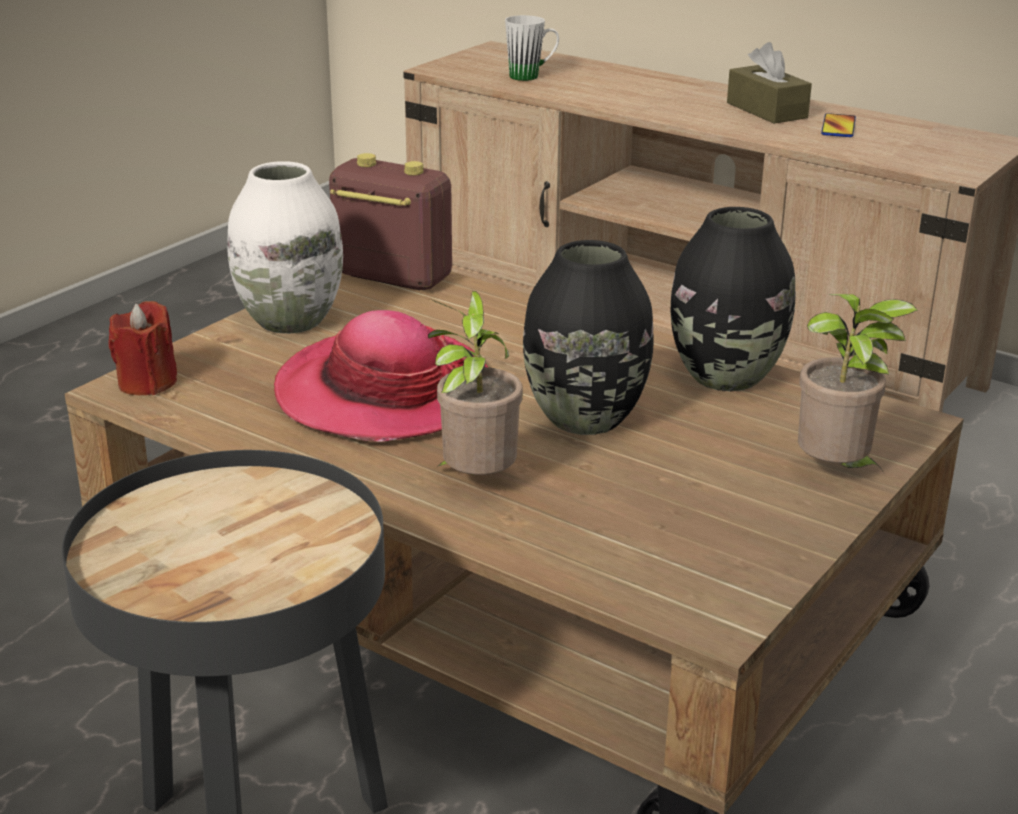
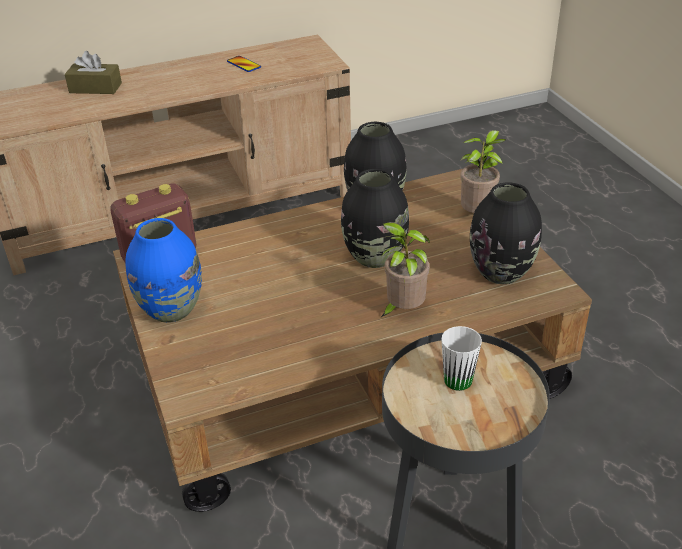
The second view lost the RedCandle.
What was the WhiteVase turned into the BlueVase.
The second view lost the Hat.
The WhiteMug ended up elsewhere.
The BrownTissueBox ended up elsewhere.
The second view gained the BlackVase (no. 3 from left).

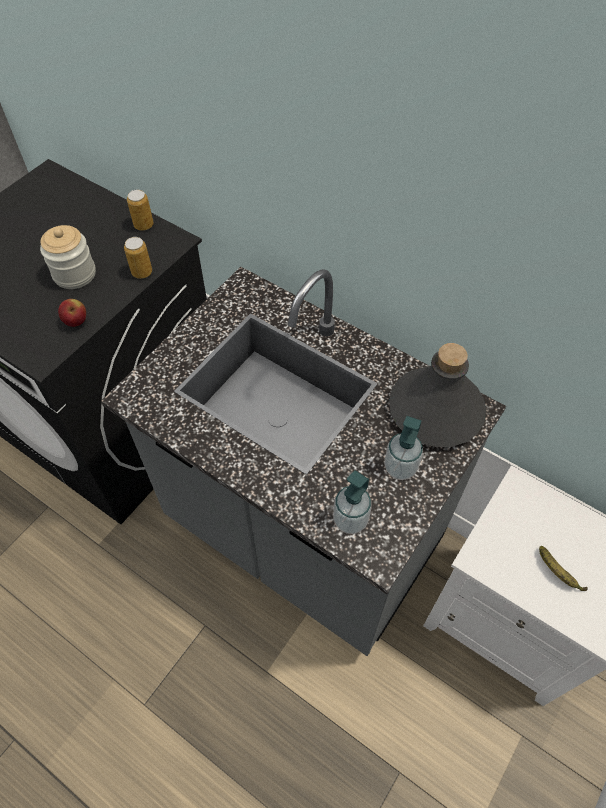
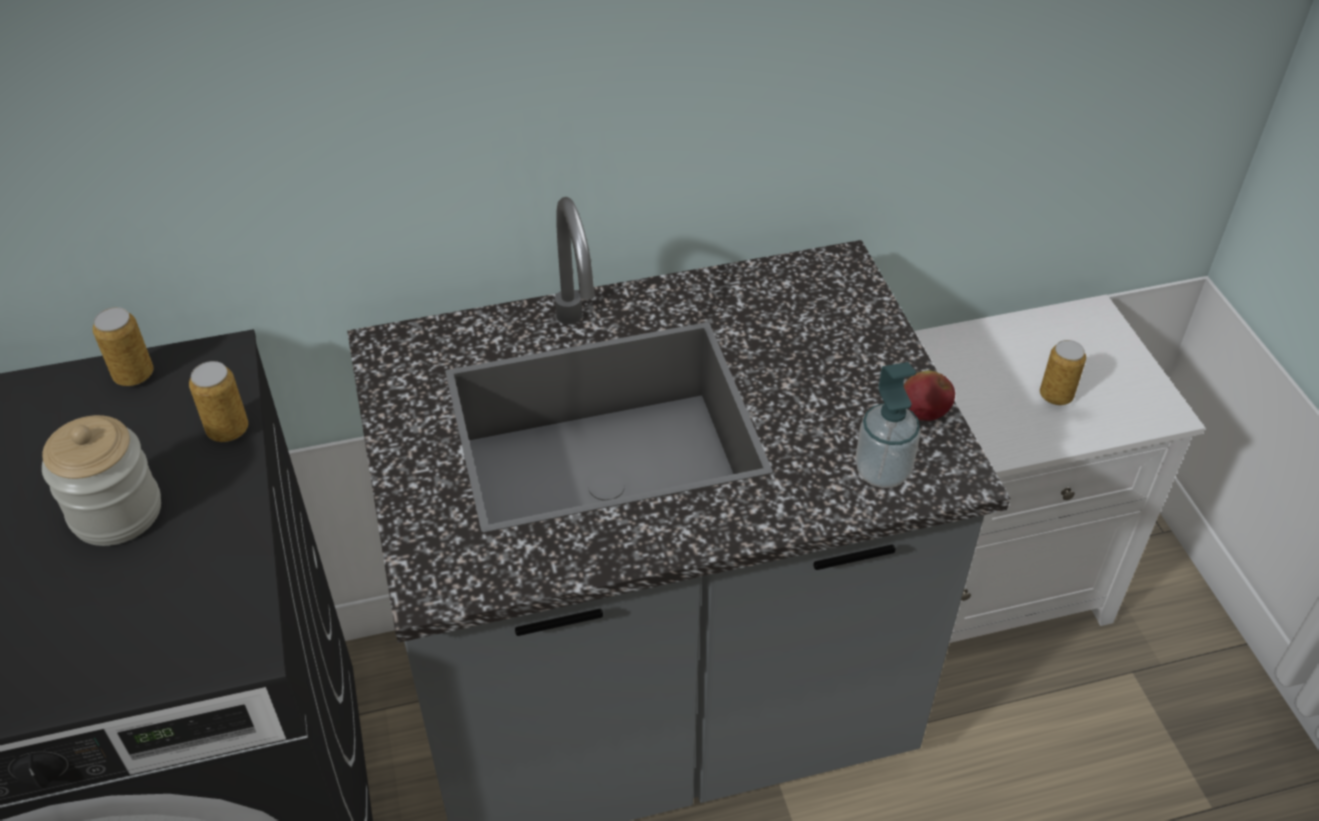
The Apple ended up elsewhere.
The second view lost the SoapDispenser (no. 2 from left).
The second view lost the GreyBottle.
Where the Banana stood, the Can (no. 3 from left) came to stand.

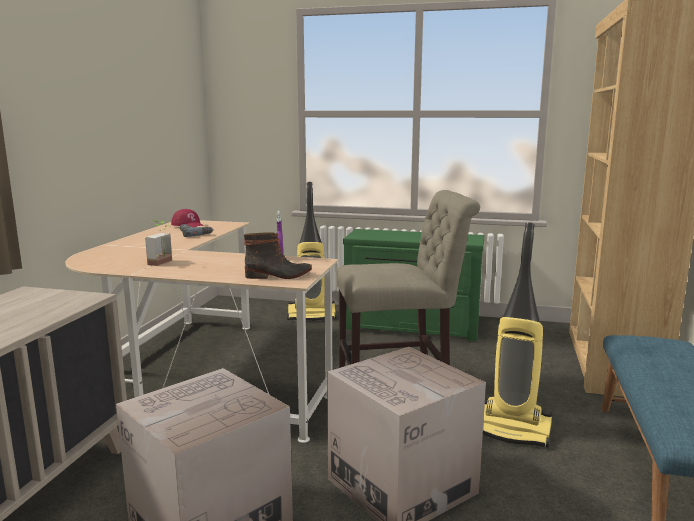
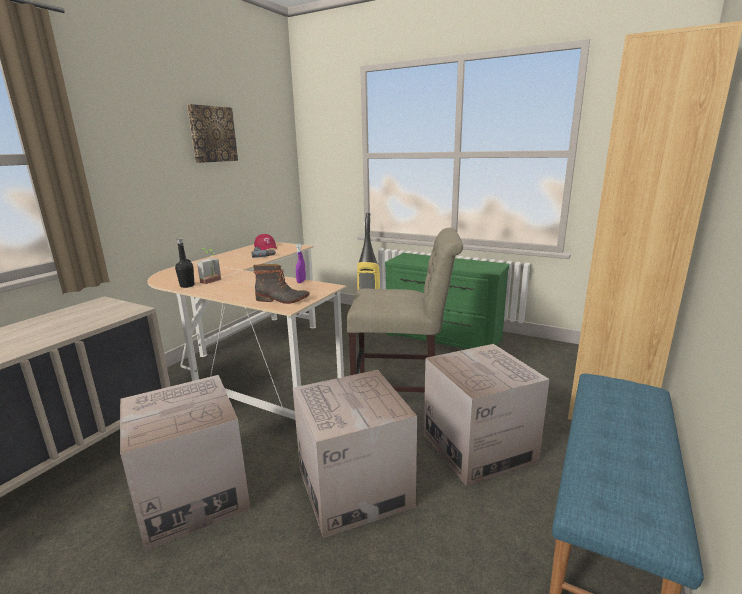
Where the VacuumCleaner (no. 2 from left) stood, the CardboardBox (no. 3 from left) came to stand.
The second view gained the BlackBottle.
The second view gained the Picture.

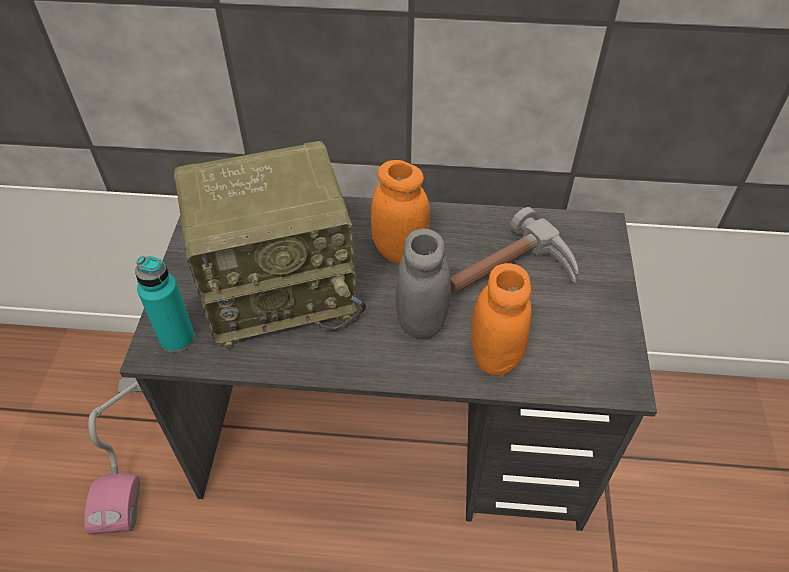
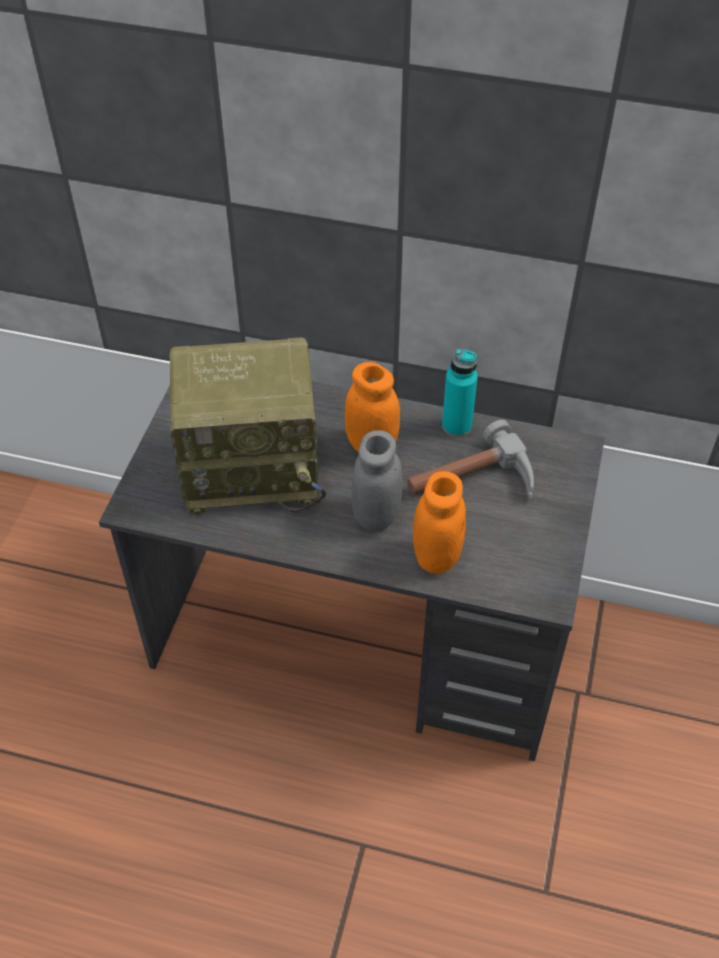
The second view lost the VacuumCleaner.
The TurquoiseBottle ended up elsewhere.

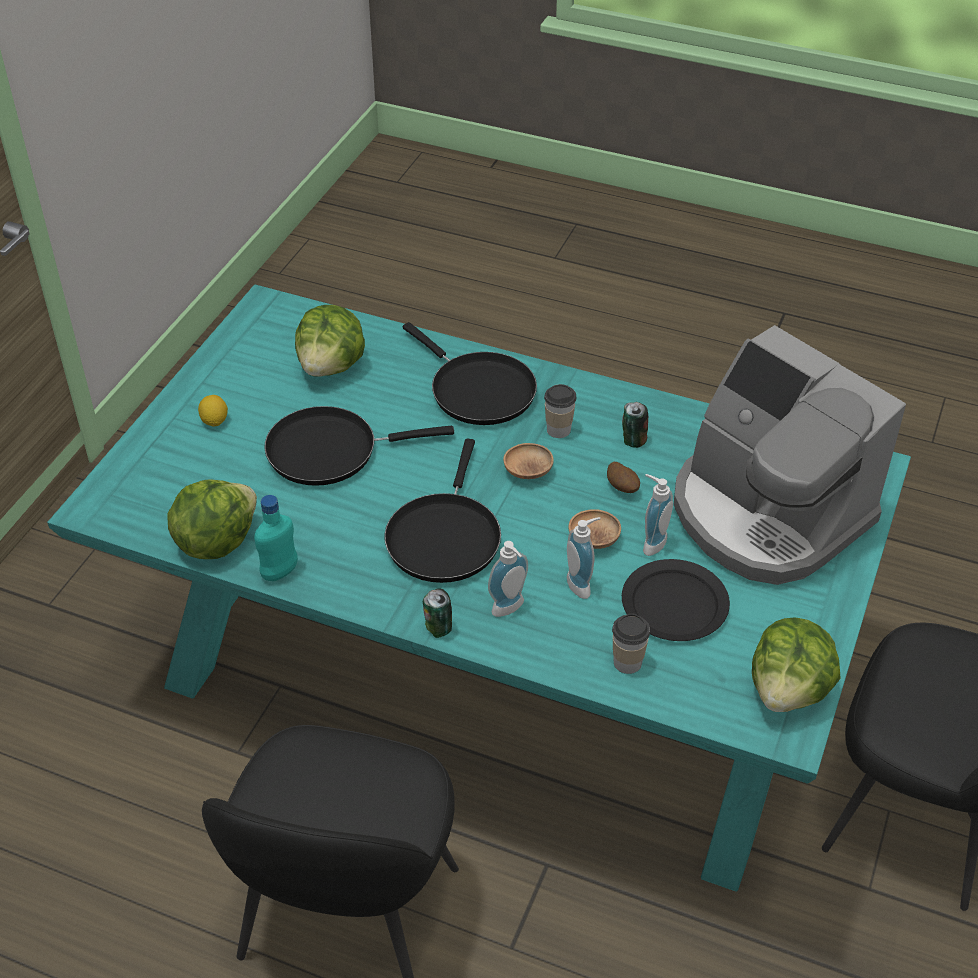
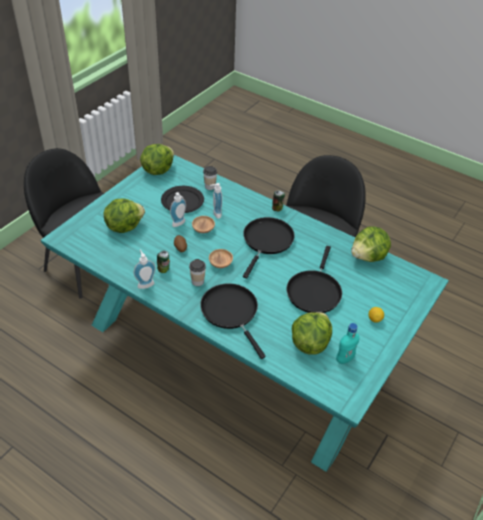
The TurquoiseBottle ended up elsewhere.
The BlackFryingPan (no. 1 from left in the first image) ended up facing another way, 105 degrees clockwise from before.
The SoapDispenser (no. 1 from left) ended up elsewhere.
Where the CoffeeMachine stood, the Lettuce (no. 1 from left) came to stand.

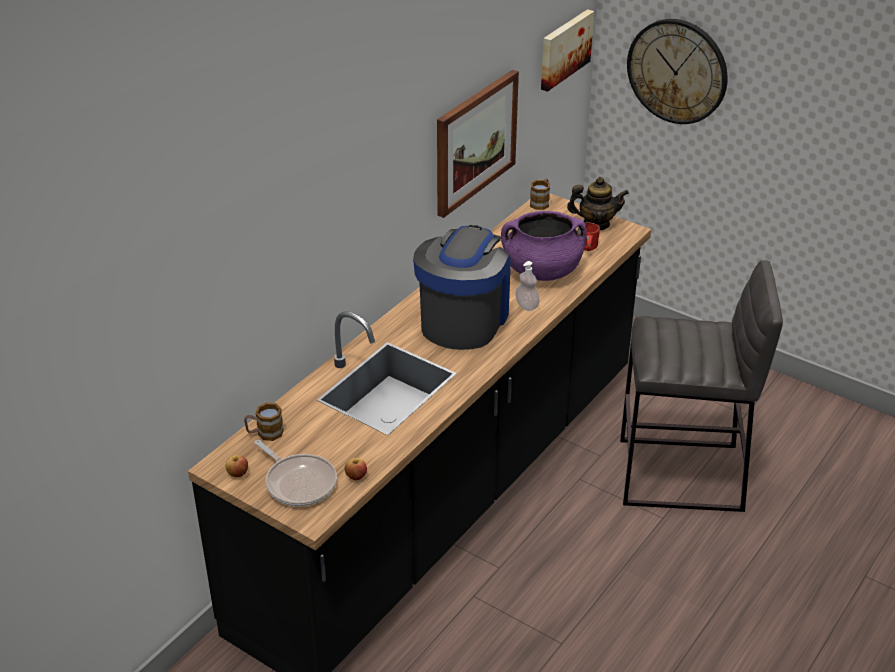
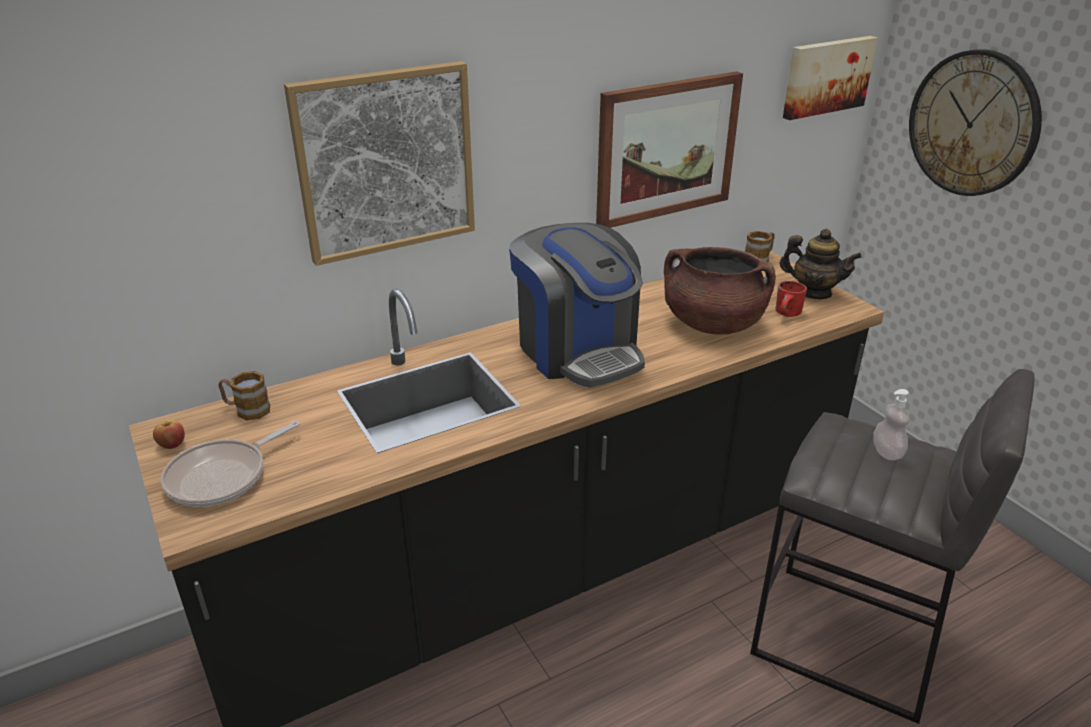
The FryingPan ended up facing another way, 60 degrees clockwise from before.
The second view lost the Apple (no. 2 from left).
The CoffeeMachine ended up facing another way, 105 degrees clockwise from before.
What was the PurpleCookingPot turned into the BrownCookingPot.
The SoapDispenser ended up elsewhere.
The second view gained the Picture (no. 1 from left).

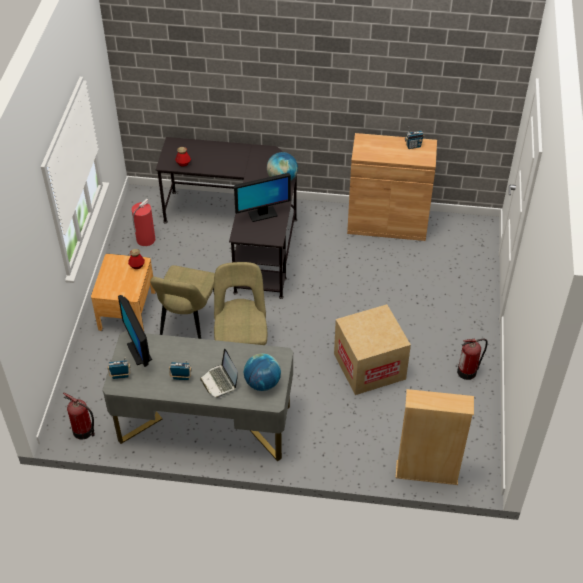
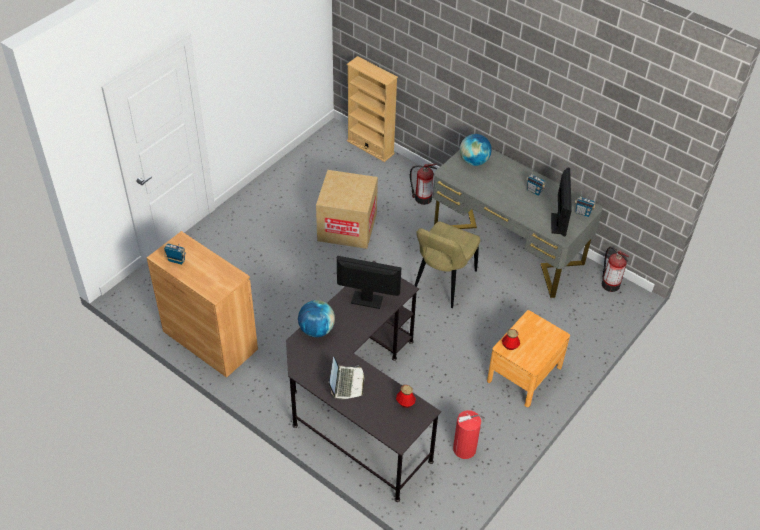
The second view lost the BeigeChair (no. 1 from left).
The Laptop ended up elsewhere.
The FireExtinguisher (no. 3 from left in the first image) ended up elsewhere.

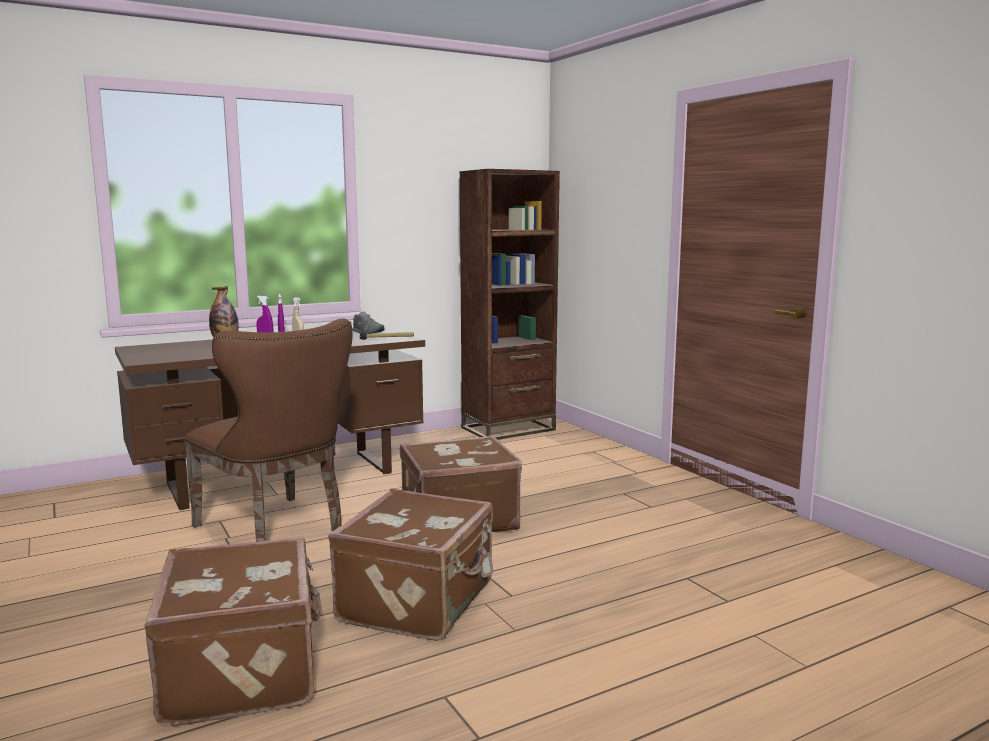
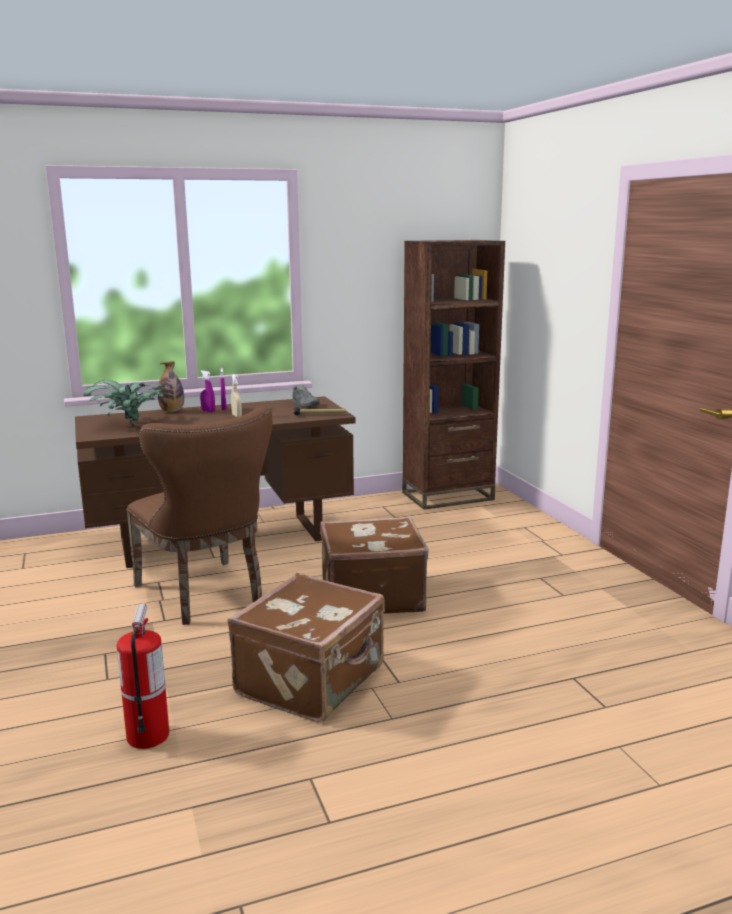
Where the BrownSuitcase (no. 1 from left) stood, the FireExtinguisher came to stand.
The second view gained the PottedPlant.

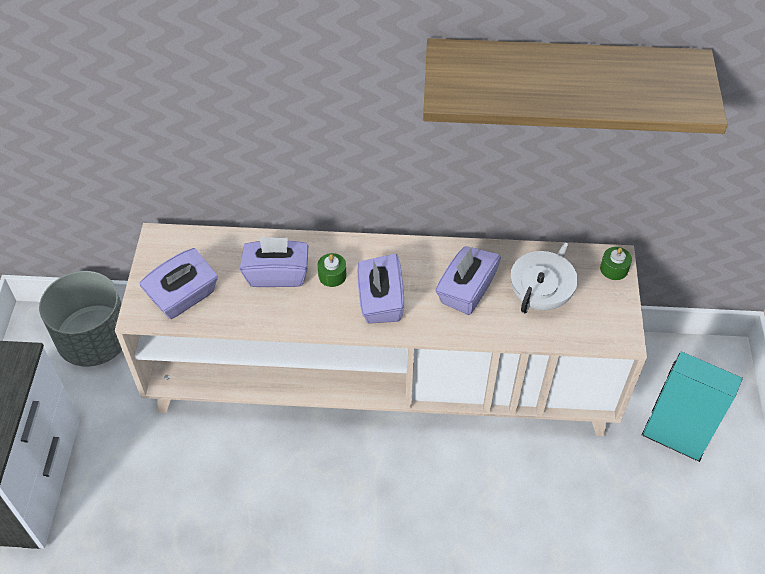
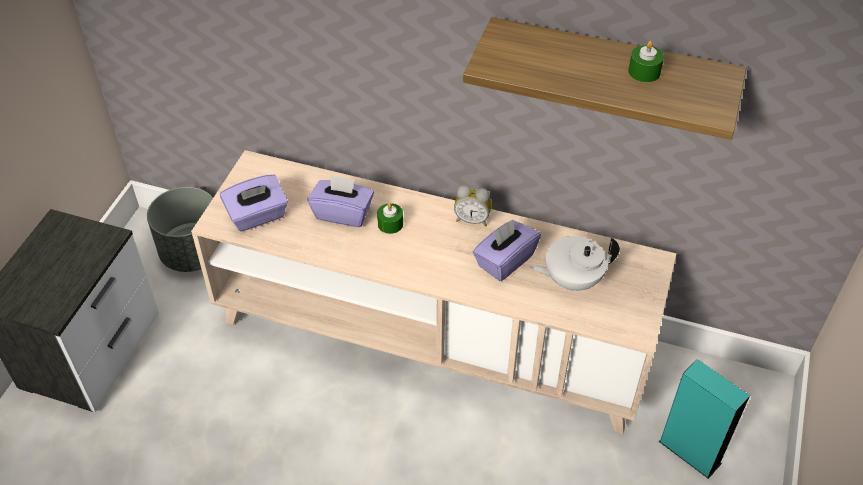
The second view lost the PurpleTissueBox (no. 3 from left).
The WhiteTeapot ended up facing another way, 150 degrees counterclockwise from before.
The GreenCandle (no. 2 from left) ended up elsewhere.
The second view gained the AlarmClock.

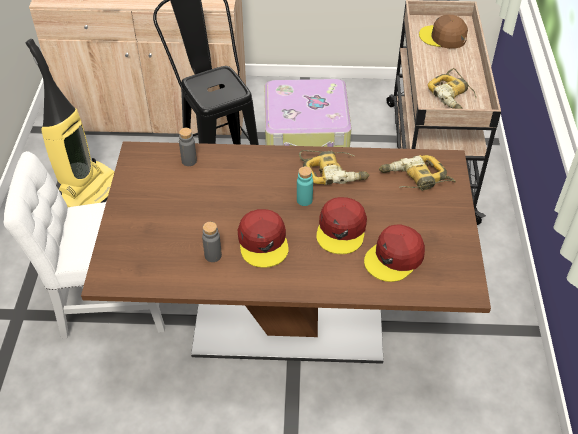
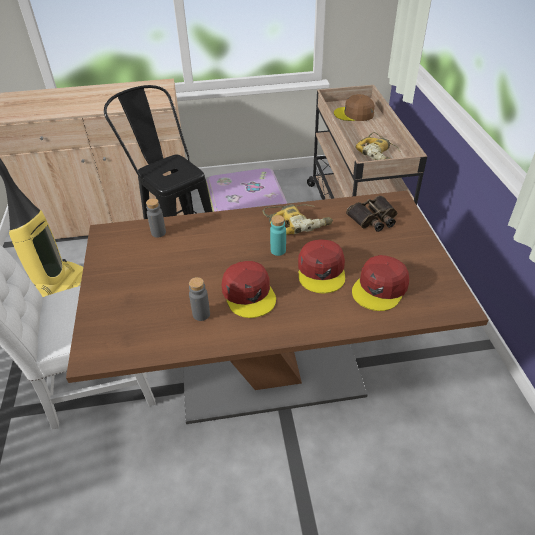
Where the PowerDrill (no. 2 from left) stood, the Binoculars came to stand.

